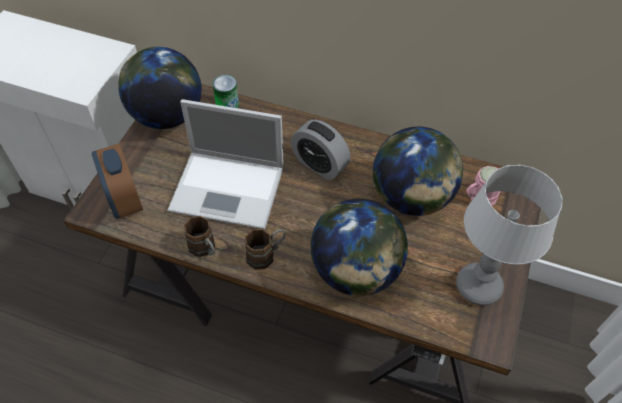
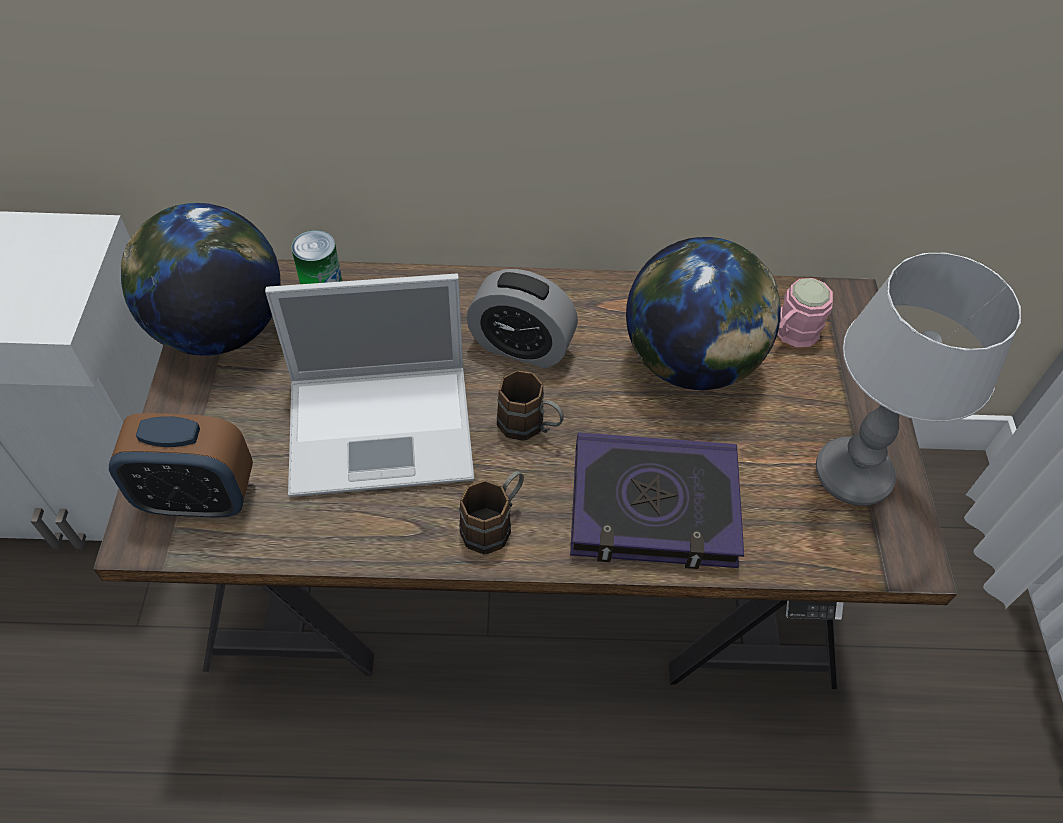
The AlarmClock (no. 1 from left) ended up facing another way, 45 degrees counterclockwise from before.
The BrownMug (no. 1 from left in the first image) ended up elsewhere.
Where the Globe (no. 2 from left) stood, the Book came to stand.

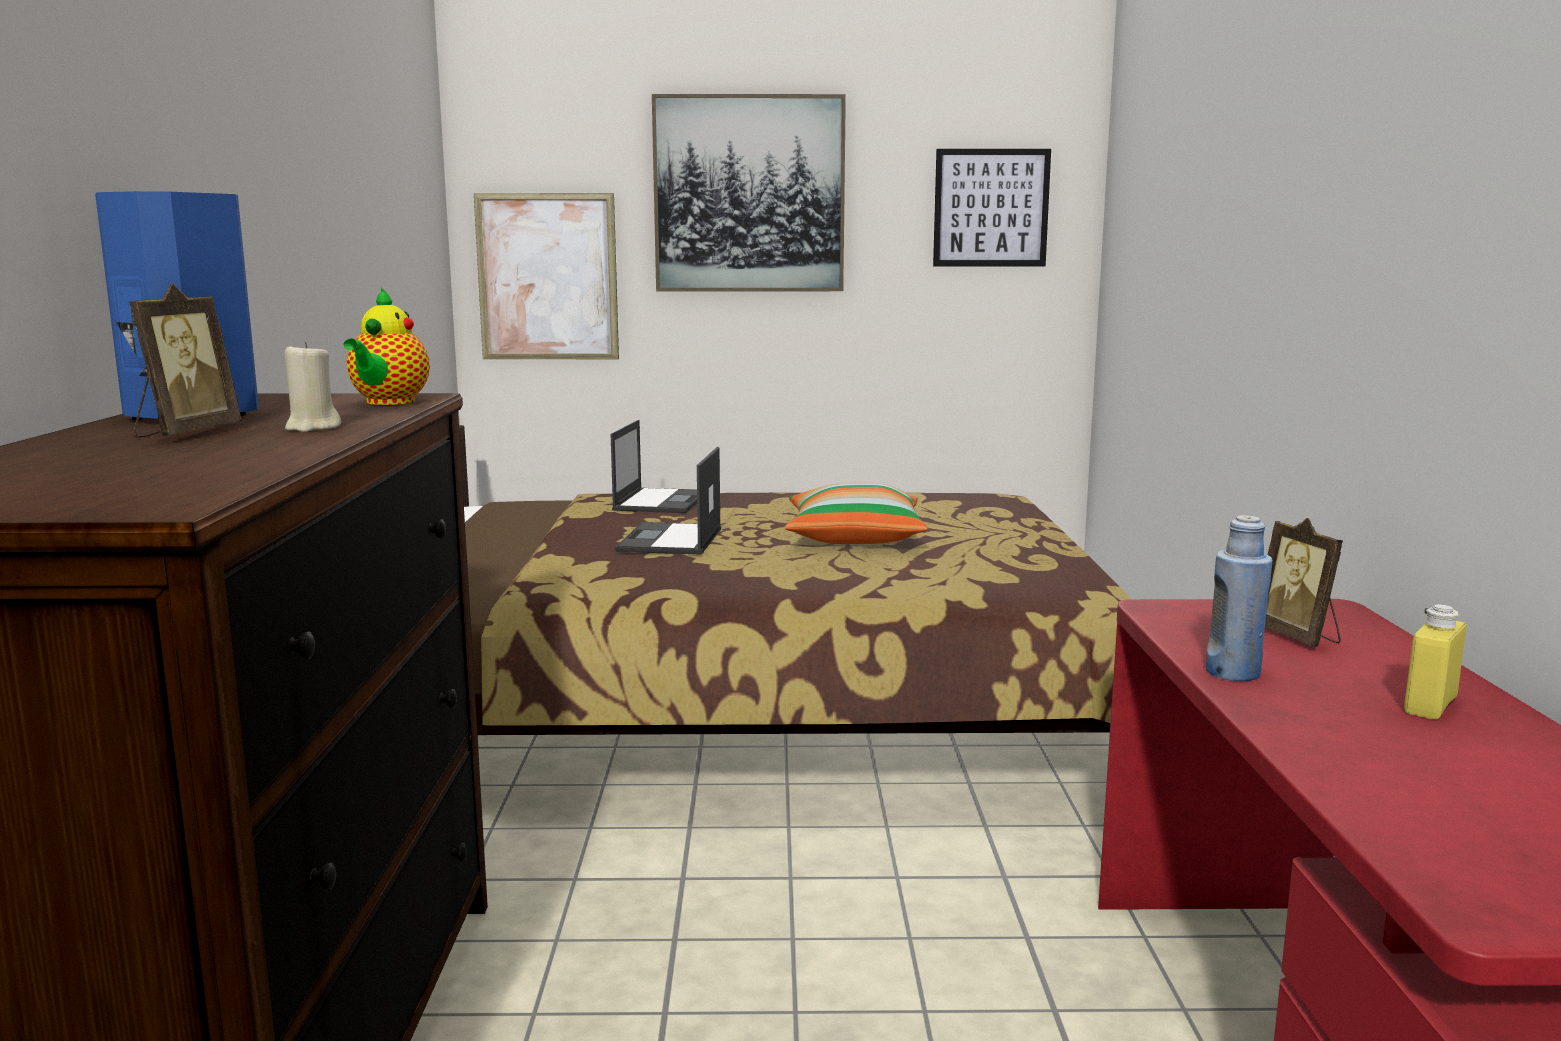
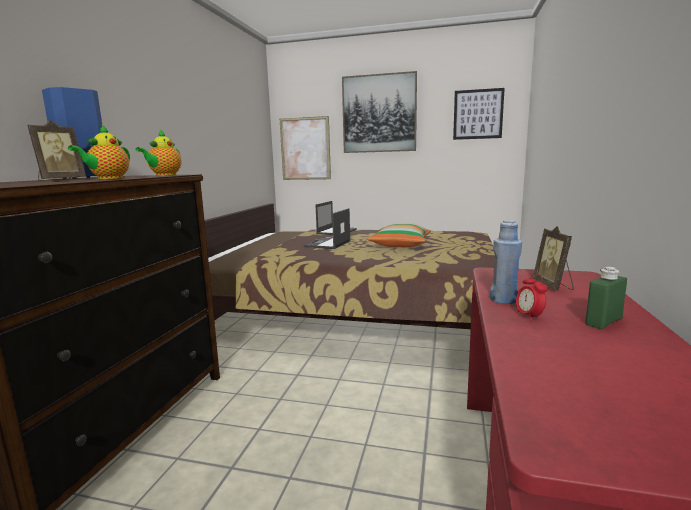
Where the BeigeCandle stood, the Teapot (no. 1 from left) came to stand.
What was the YellowBottle turned into the GreenBottle.
The second view gained the AlarmClock.

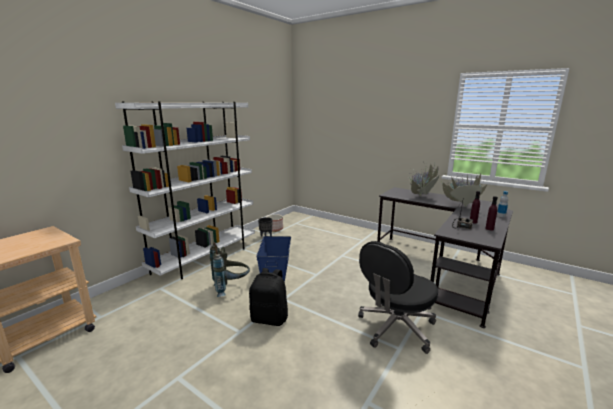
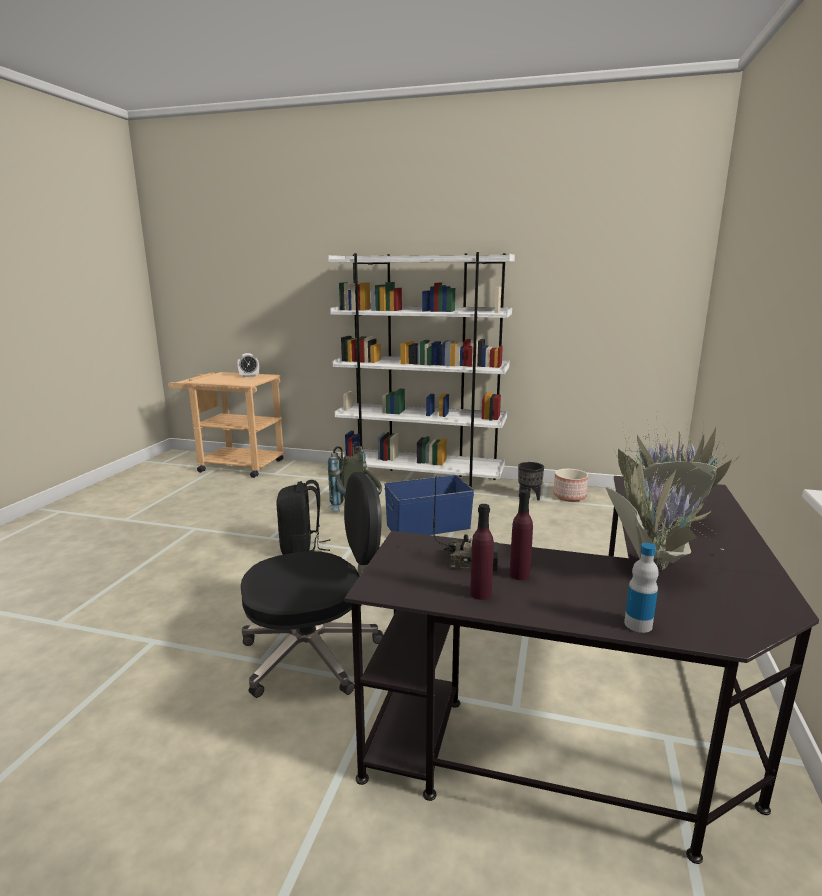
The BlackOfficeChair ended up facing another way, 135 degrees clockwise from before.
The second view gained the AlarmClock.

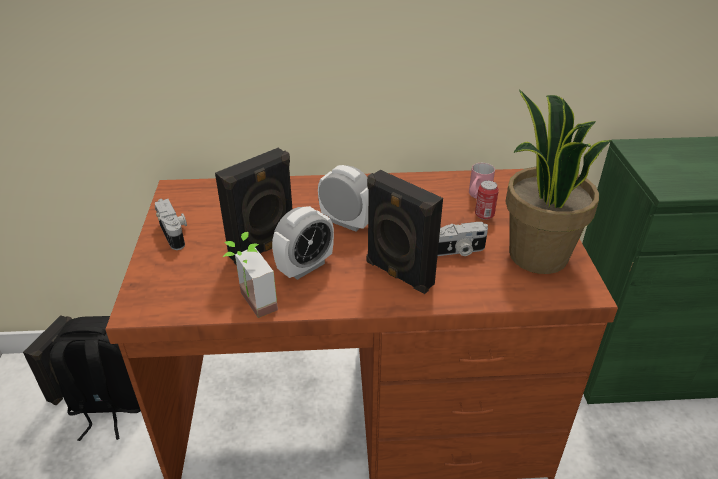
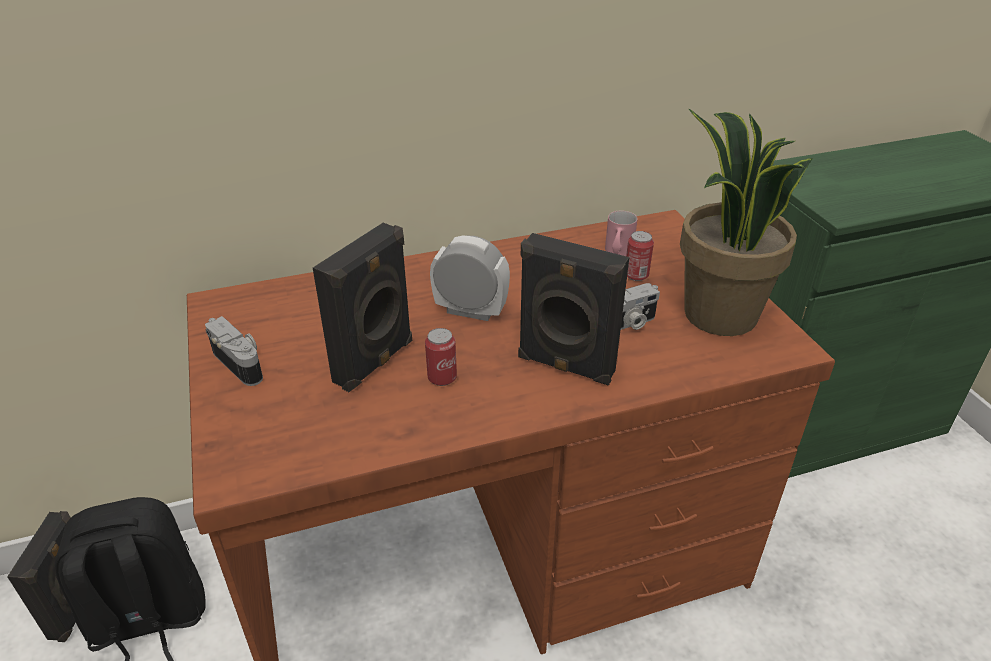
The second view lost the PottedPlant (no. 1 from left).
Where the AlarmClock (no. 1 from left) stood, the Can (no. 1 from left) came to stand.

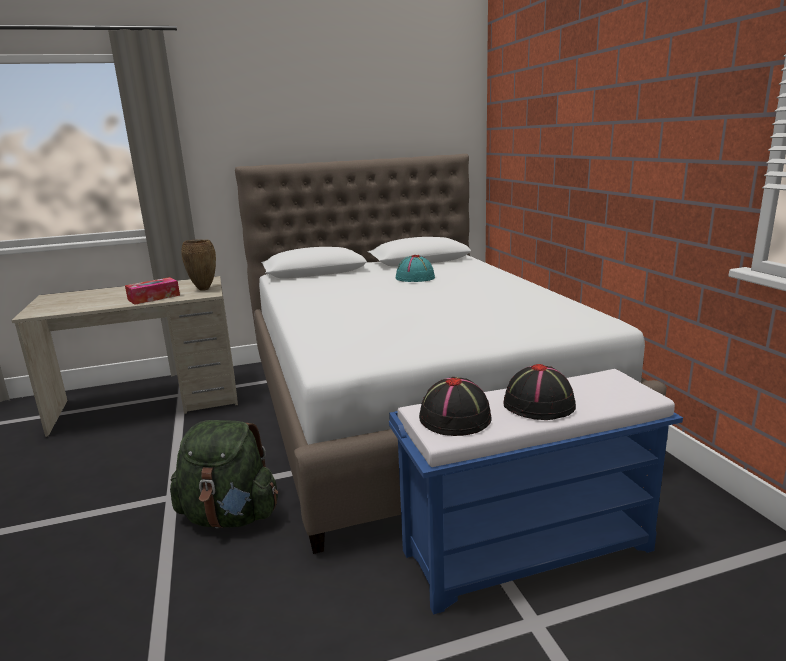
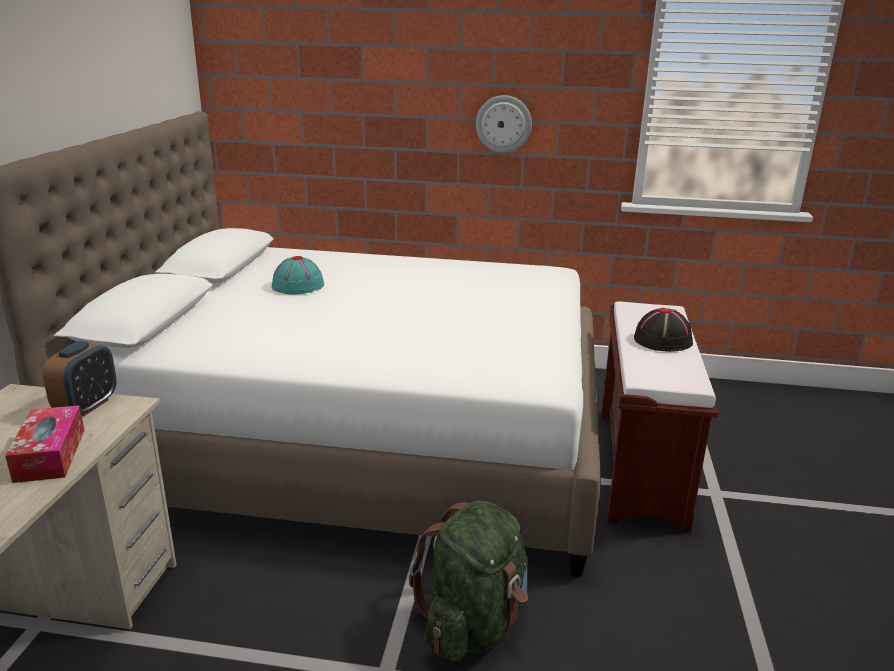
Where the BrownVase stood, the AlarmClock came to stand.
What was the BlueBench turned into the BrownBench.
The second view lost the BlackHat (no. 1 from left).
The second view gained the WallClock.

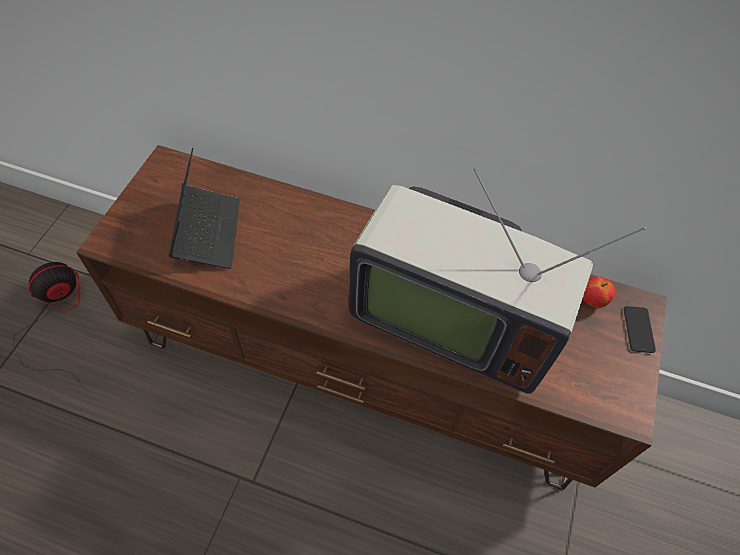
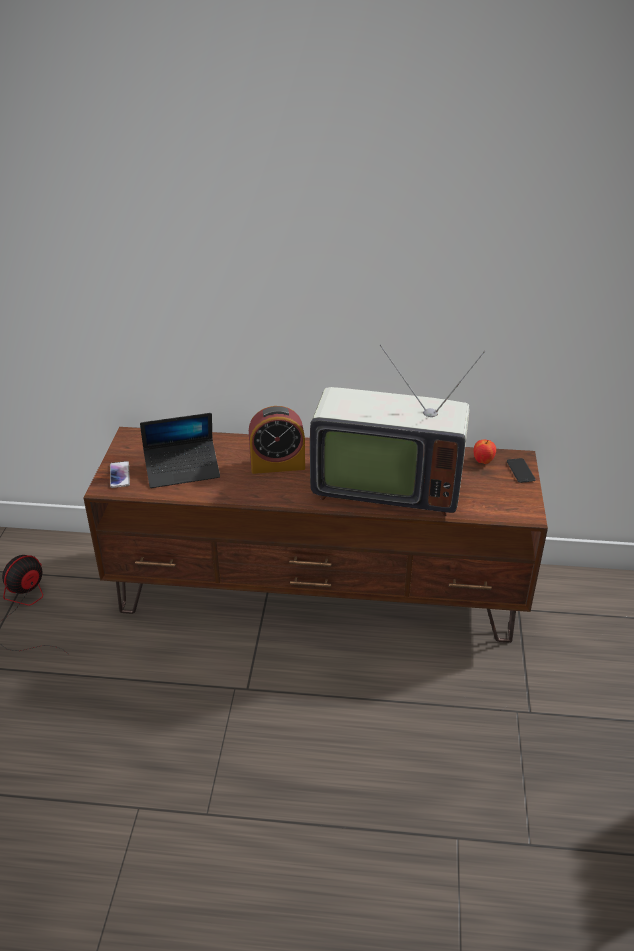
The Laptop ended up facing another way, 90 degrees clockwise from before.
The second view gained the Phone (no. 1 from left).
The second view gained the AlarmClock.

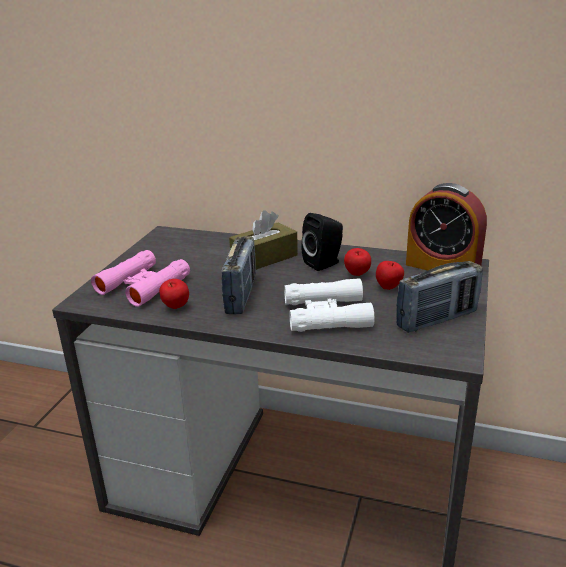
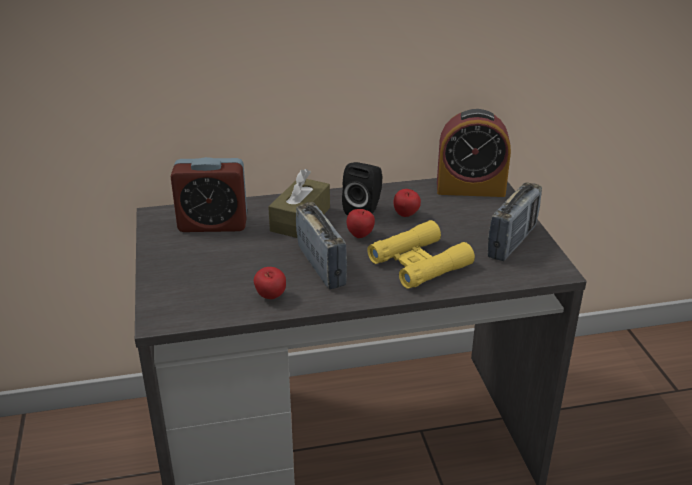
The second view lost the PinkBinoculars.
What was the WhiteBinoculars turned into the YellowBinoculars.
The Apple (no. 3 from left in the first image) ended up elsewhere.
The second view gained the AlarmClock (no. 1 from left).

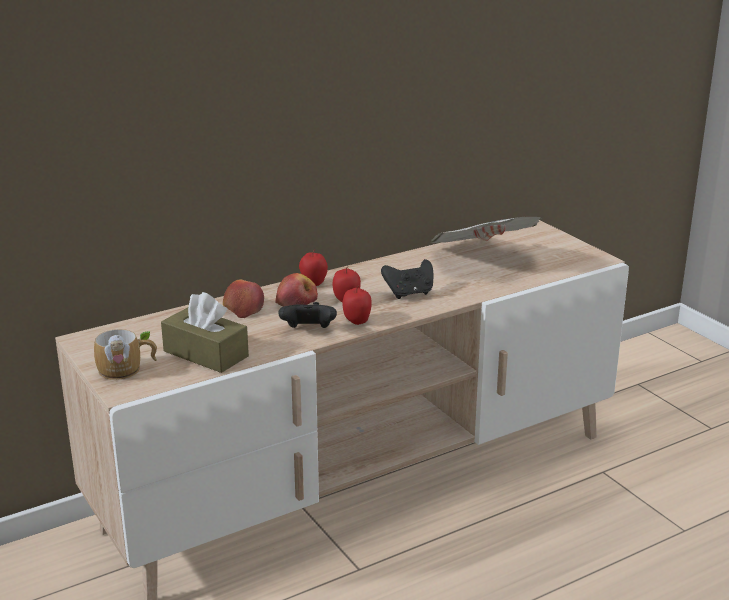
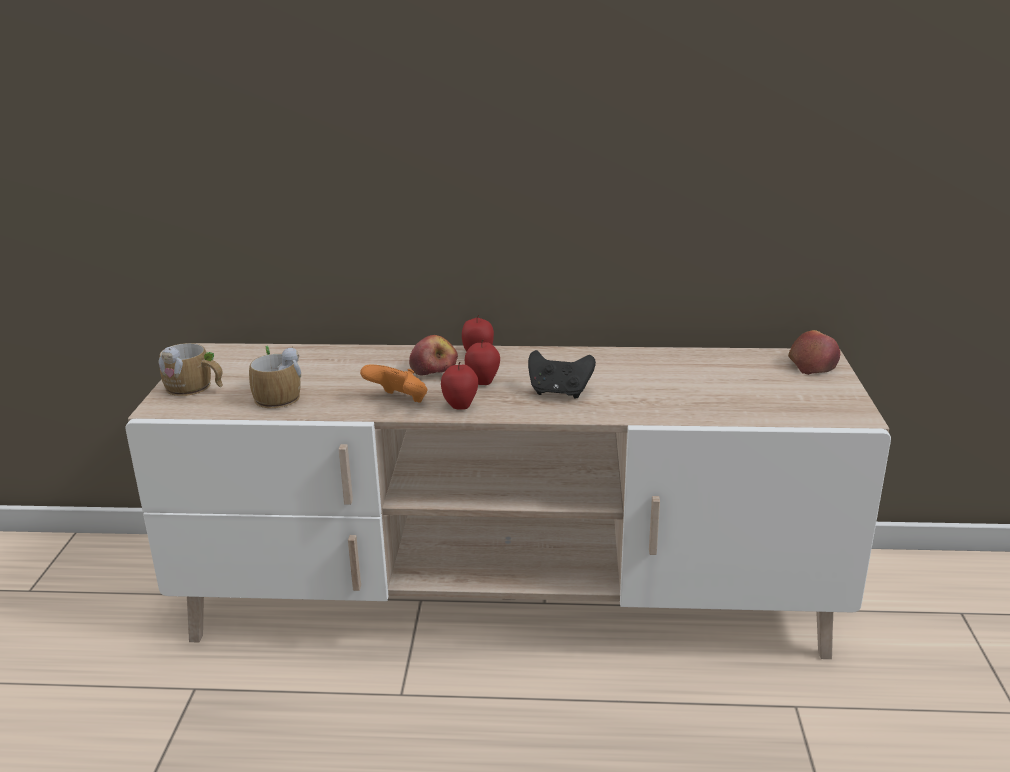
Where the BrownTissueBox stood, the Mug (no. 2 from left) came to stand.
The Apple (no. 1 from left in the first image) ended up elsewhere.
What was the BlackGameController (no. 1 from left) turned into the OrangeGameController.
The second view lost the Newspaper.

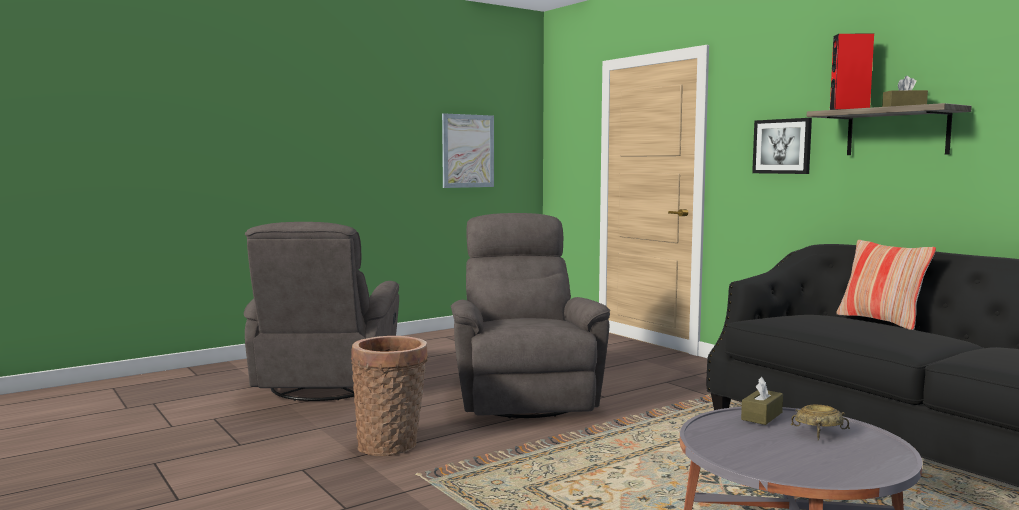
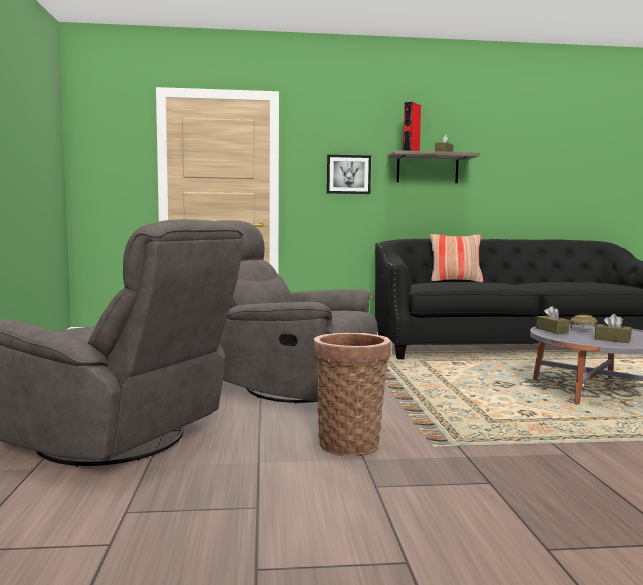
The second view lost the Picture (no. 1 from left).
The second view gained the BrownTissueBox (no. 3 from left).

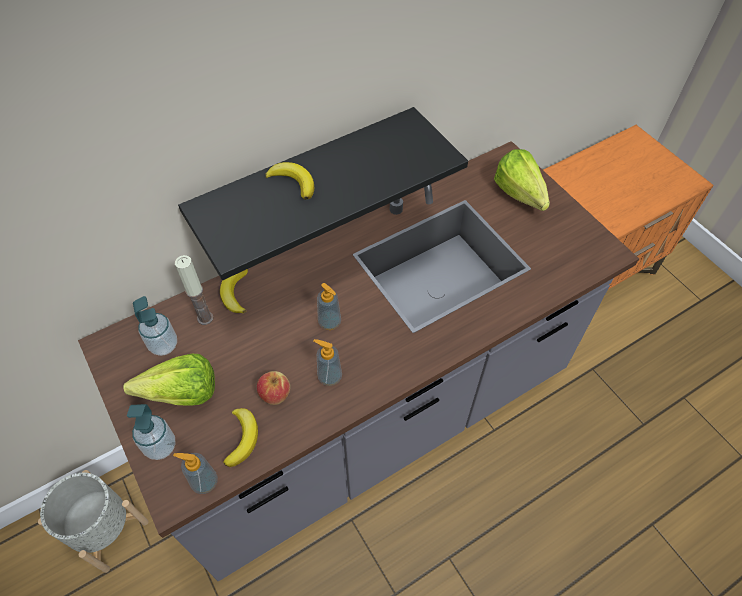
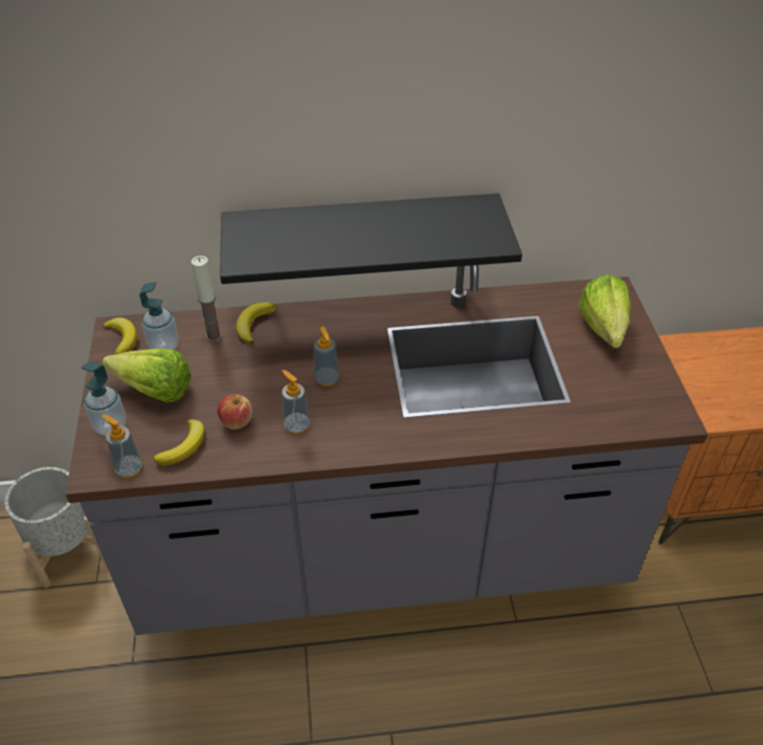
The Banana (no. 3 from left in the first image) ended up elsewhere.

